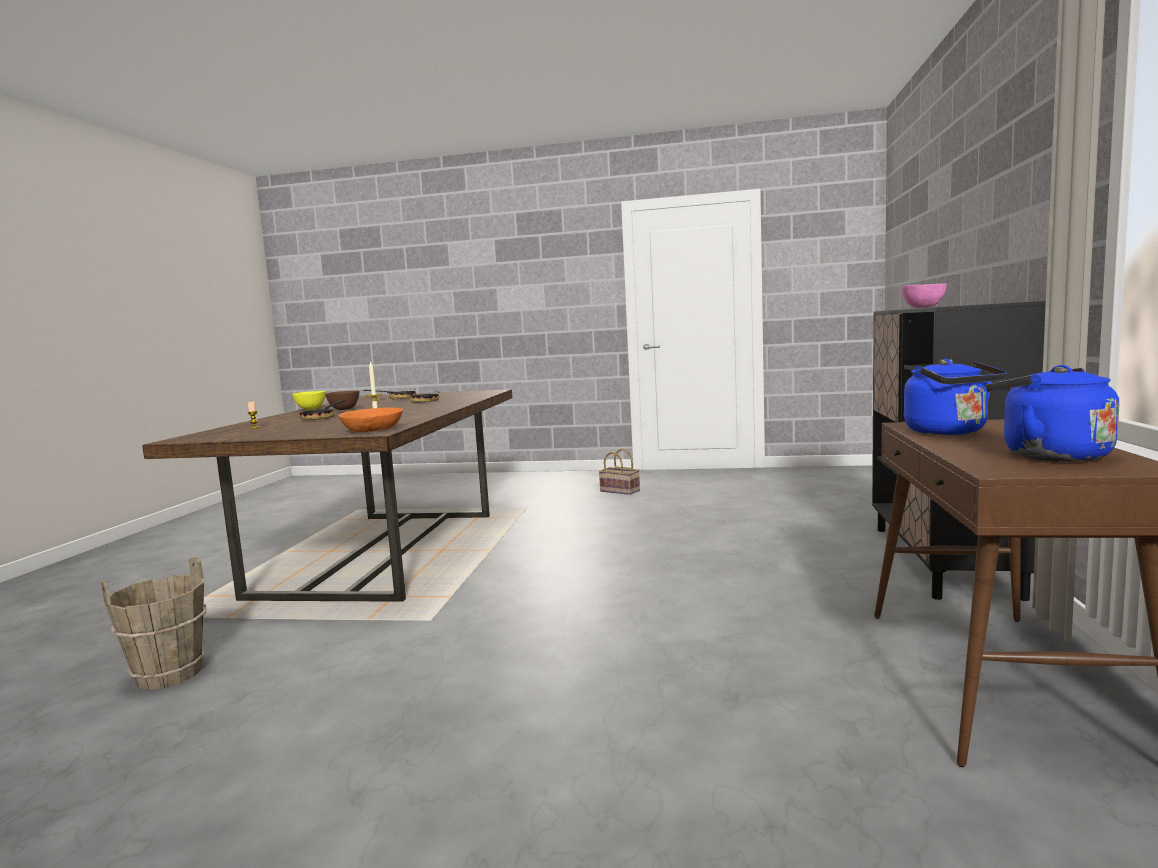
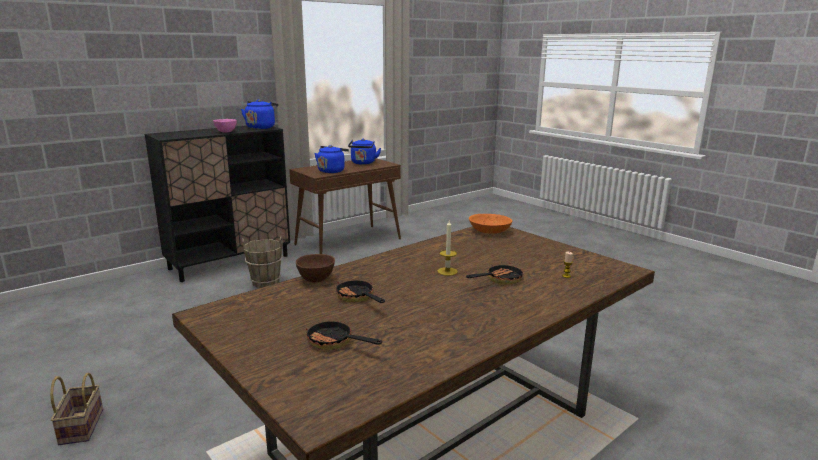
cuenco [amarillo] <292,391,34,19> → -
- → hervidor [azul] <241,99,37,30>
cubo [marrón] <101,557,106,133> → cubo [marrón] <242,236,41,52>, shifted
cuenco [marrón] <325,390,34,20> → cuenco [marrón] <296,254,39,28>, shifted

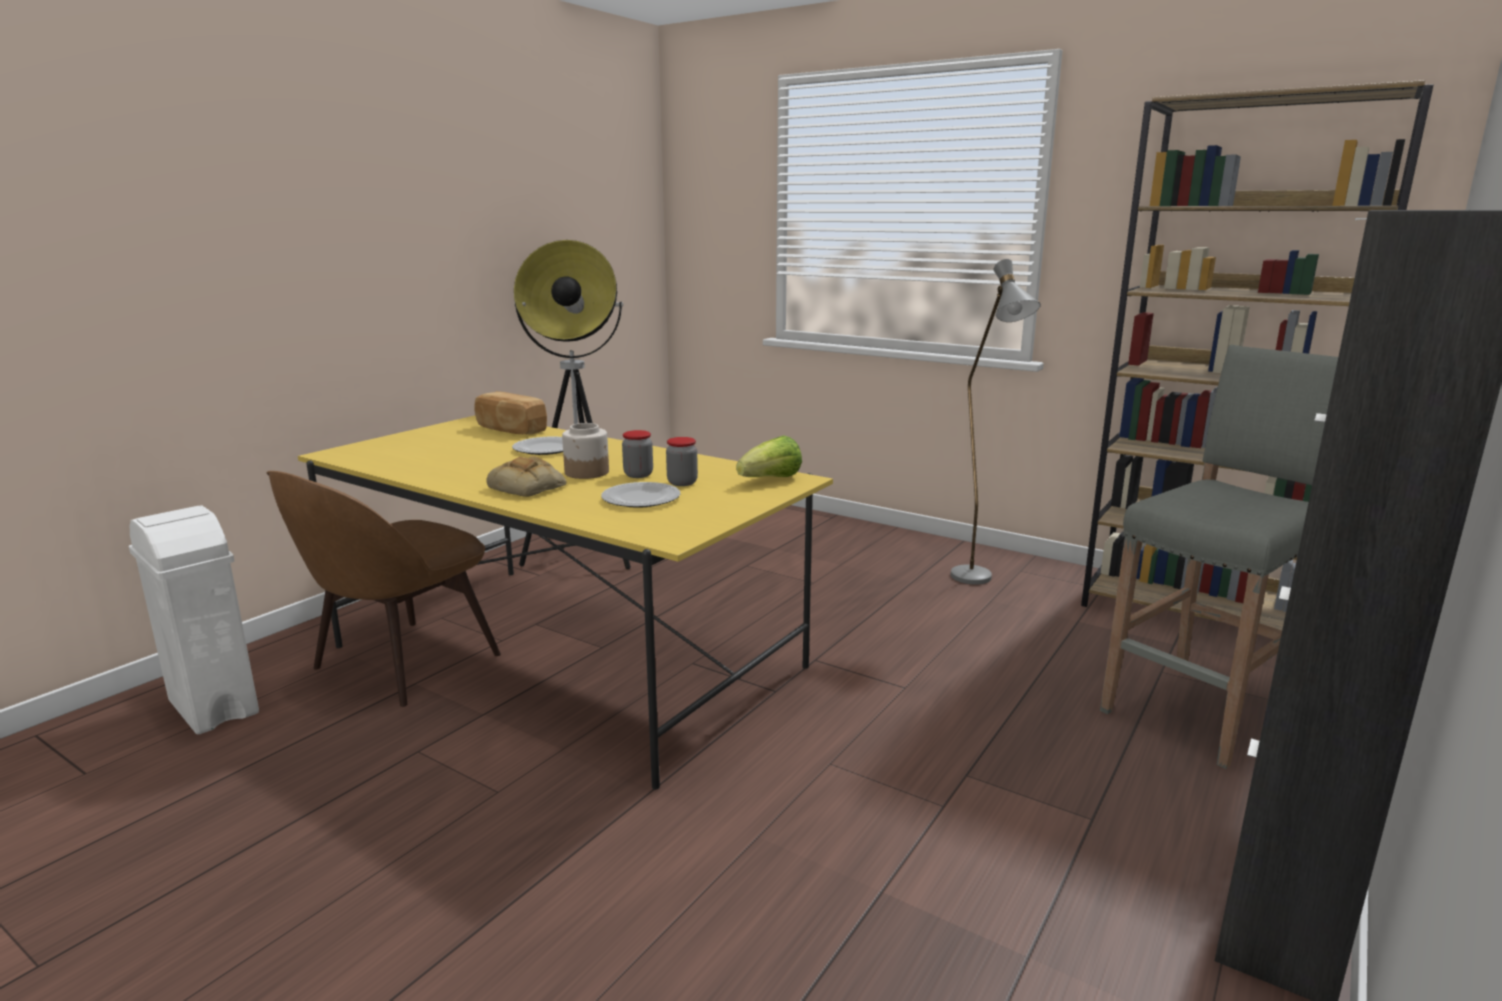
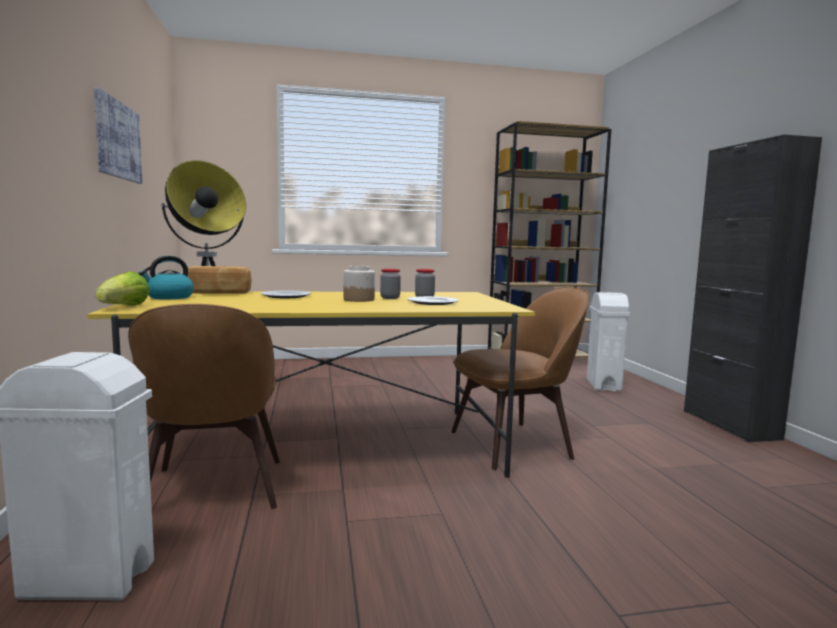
pan <486,456,81,41> → -
lámpara de pie [gris] <951,259,90,326> → -
- → cuadro <94,87,48,97>
- → hervidor <138,256,56,43>
- → silla [marrón] <452,287,138,183>
lechuga <736,435,66,42> → lechuga <95,271,55,35>, shifted
taburete [gris] <1100,345,238,424> → papelera [blanco] <587,292,43,100>

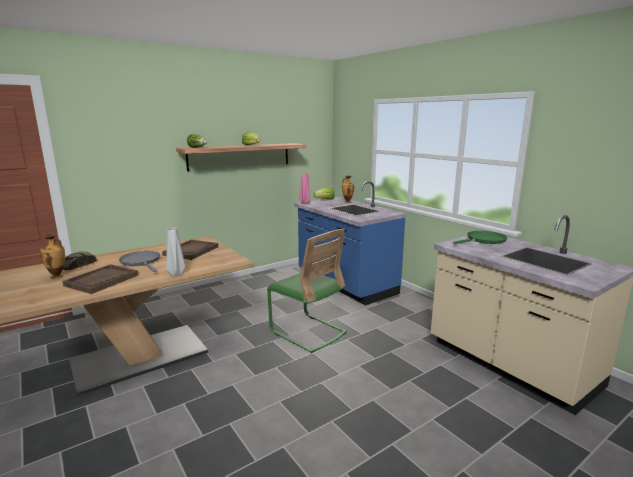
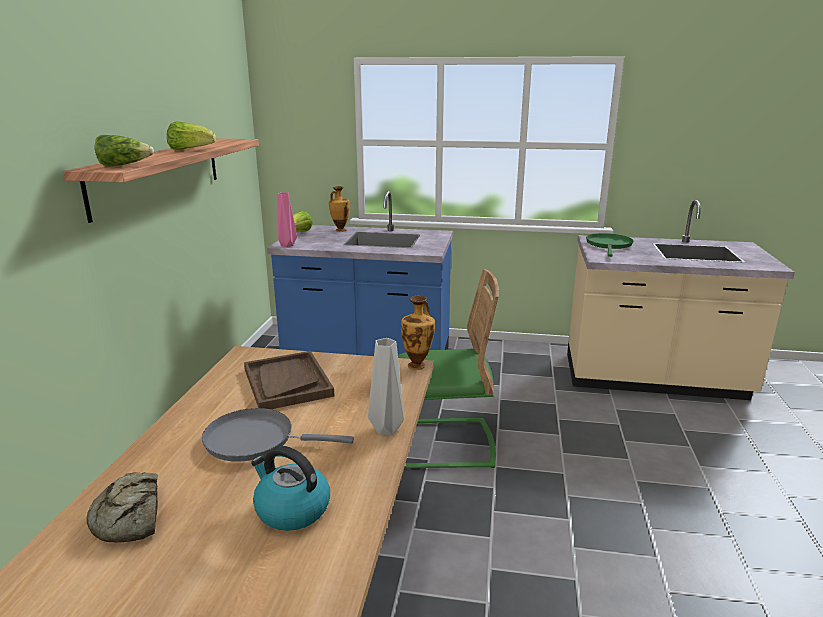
florero <40,234,25,45> → florero <401,296,34,74>, shifted
bandeja [marrón] <62,264,76,30> → hervidor <251,446,79,85>

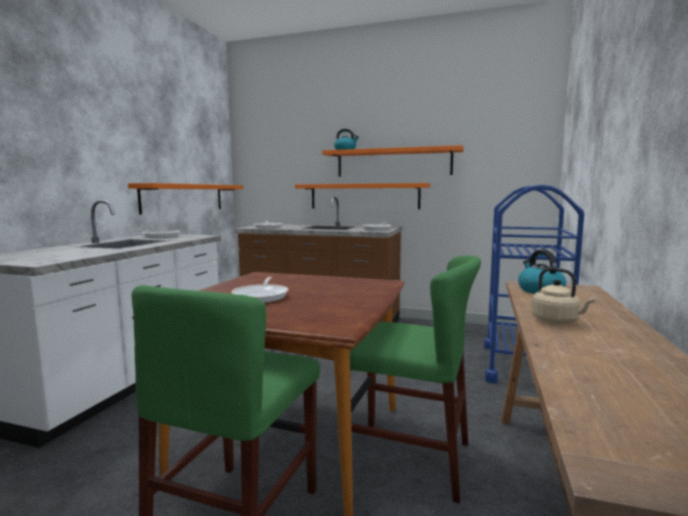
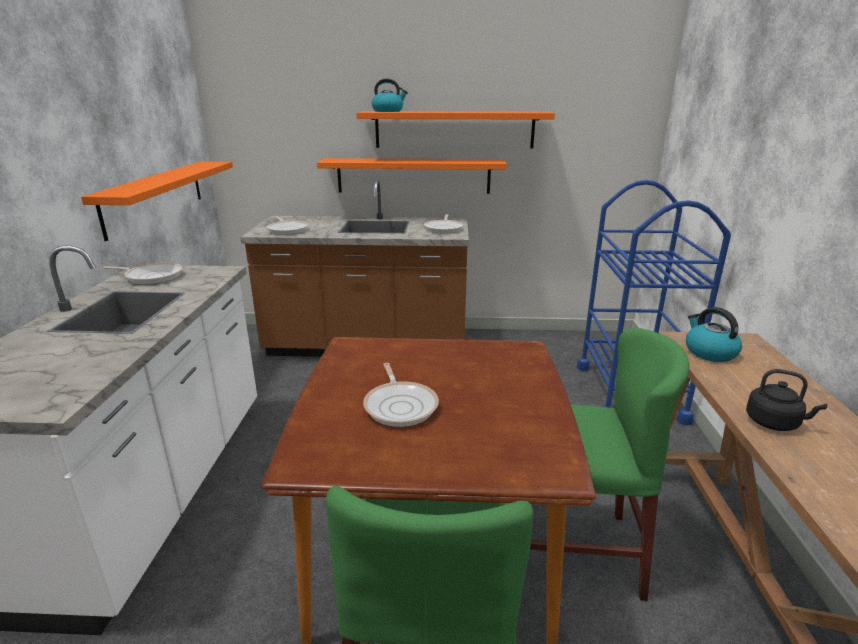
hervidor [beis] <531,268,64,56> → hervidor [negro] <746,369,81,62>

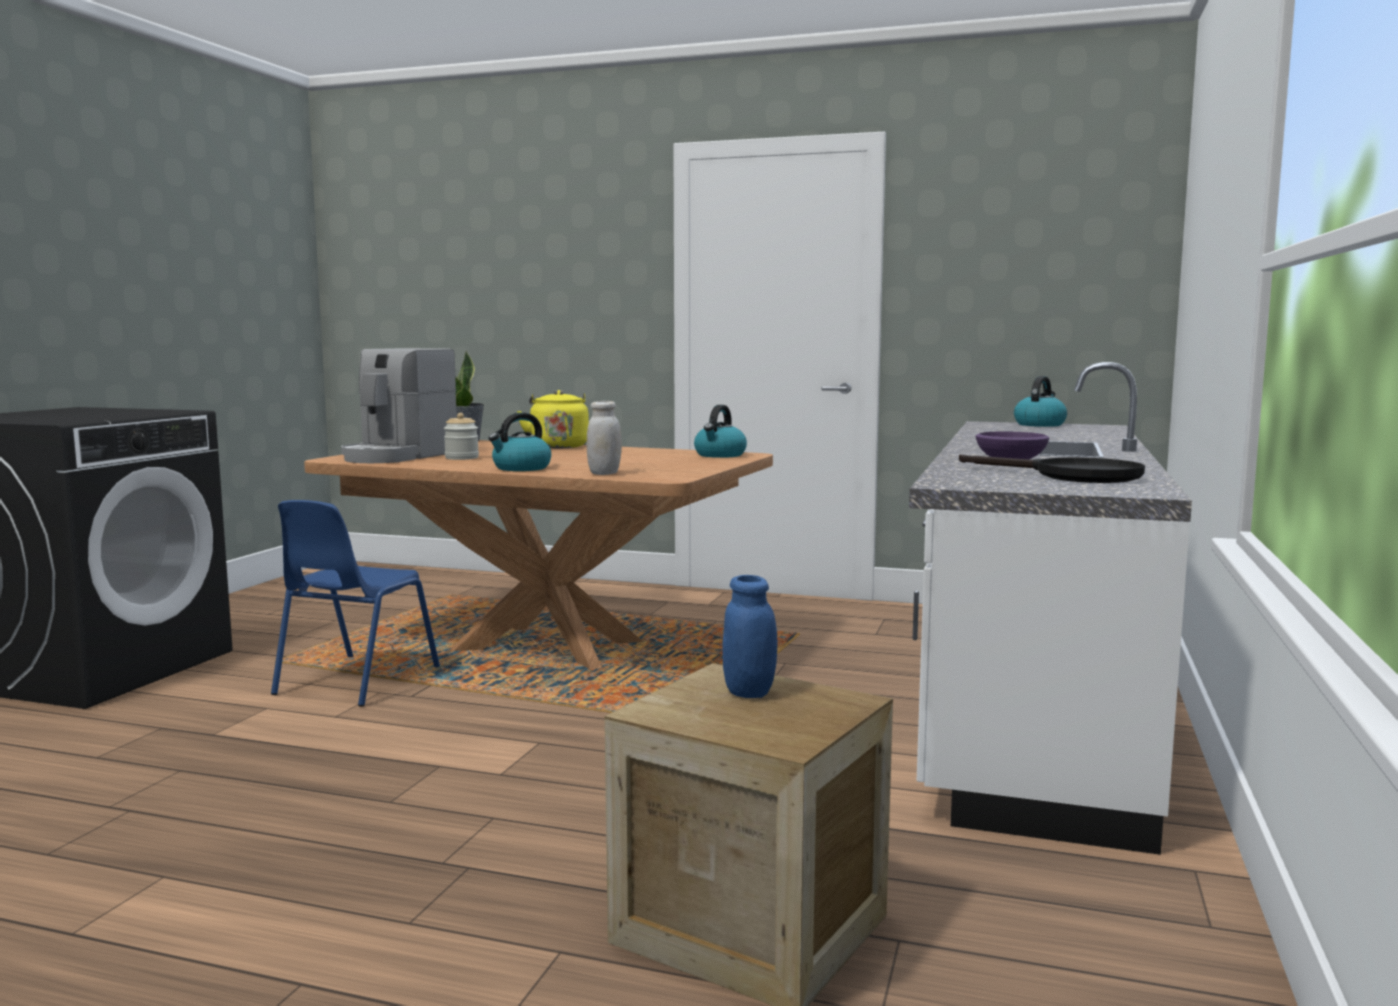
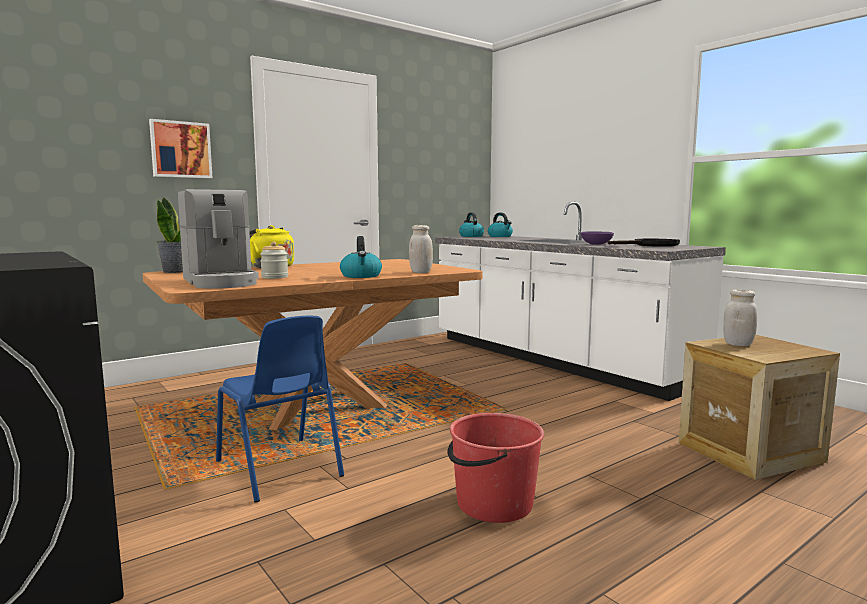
- → cuadro <149,119,63,59>
- → cubo [rojo] <447,413,97,110>
hervidor <694,405,53,53> → hervidor <488,212,25,25>, shifted
tarro [azul] <722,575,55,123> → tarro [blanco] <723,289,34,57>

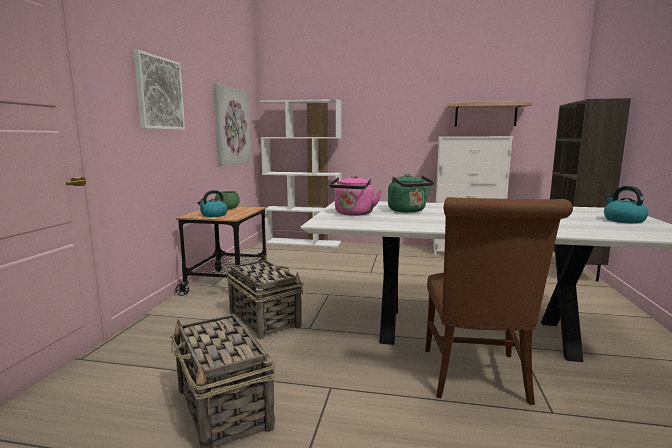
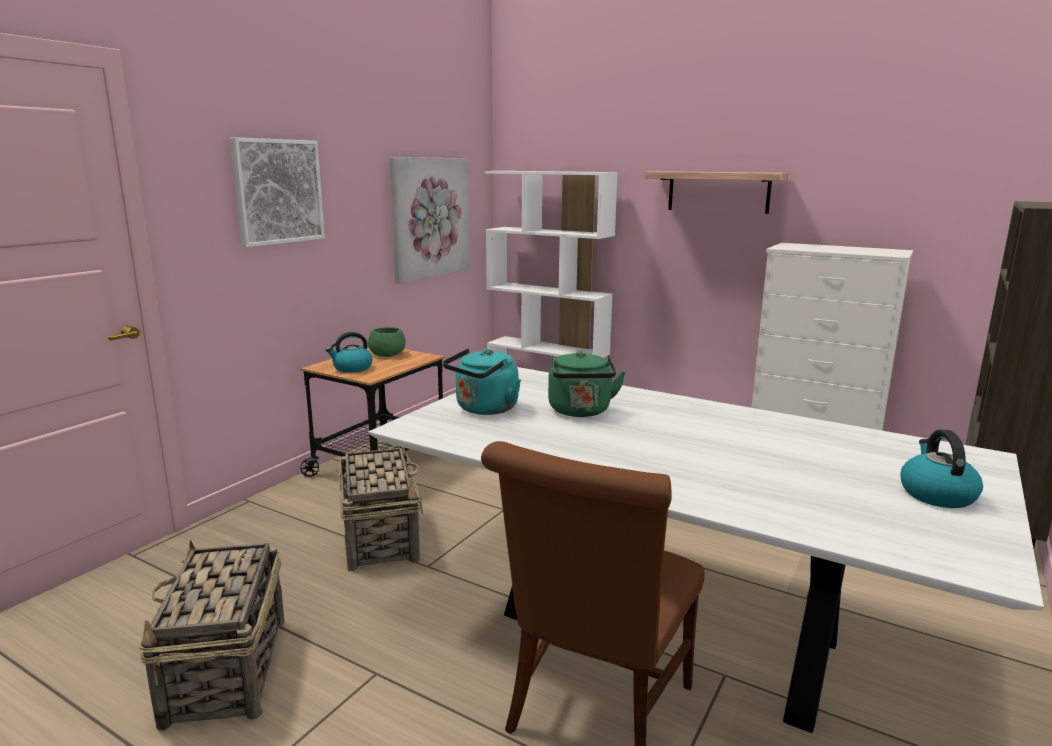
estante <447,101,85,25> → estante <645,171,143,43>, shifted
hervidor [rosa] <329,175,53,41> → hervidor [turquesa] <443,348,78,67>

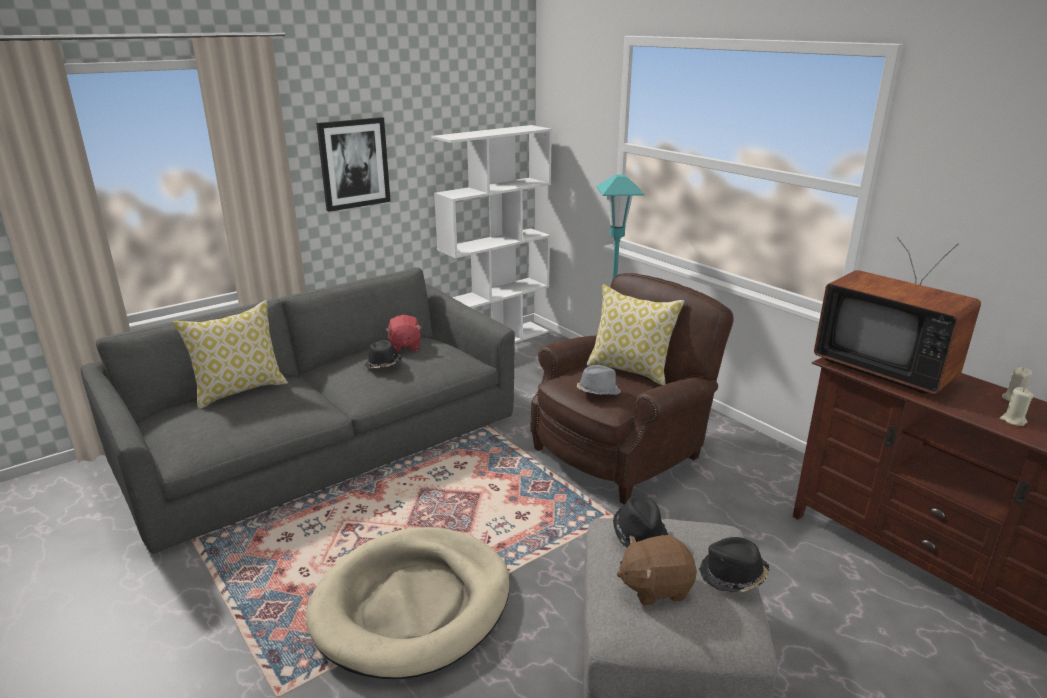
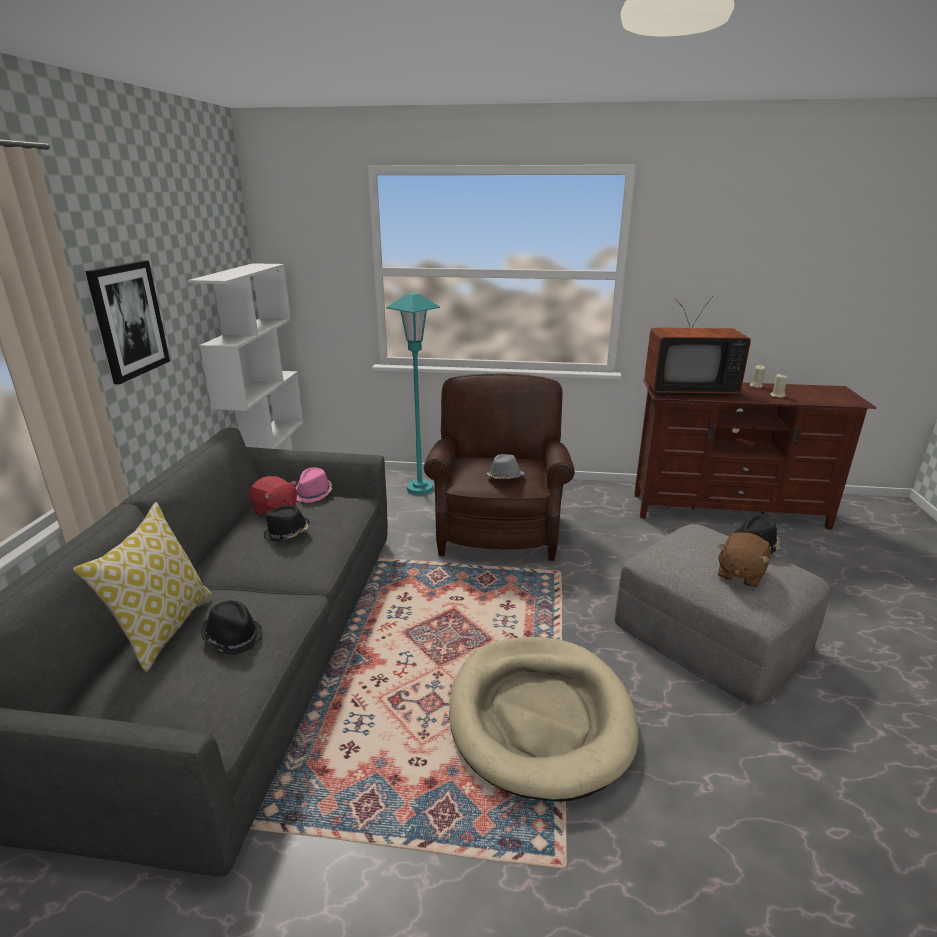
cojín <587,284,97,101> → -
- → sombrero [rosa] <295,467,37,36>
sombrero [negro] <613,496,55,52> → sombrero [negro] <201,600,62,55>, shifted

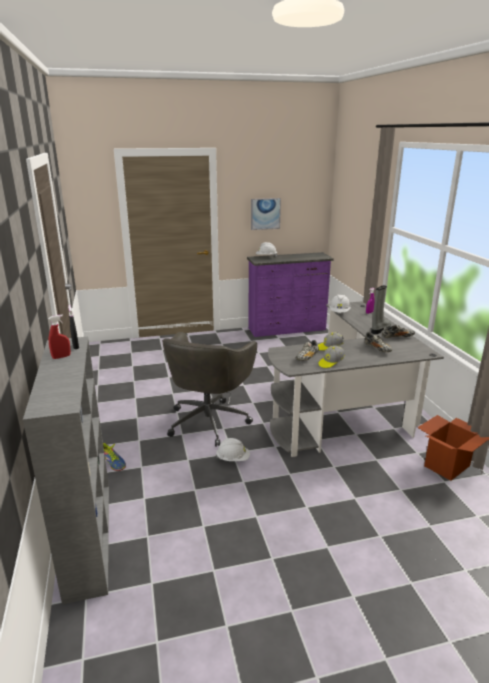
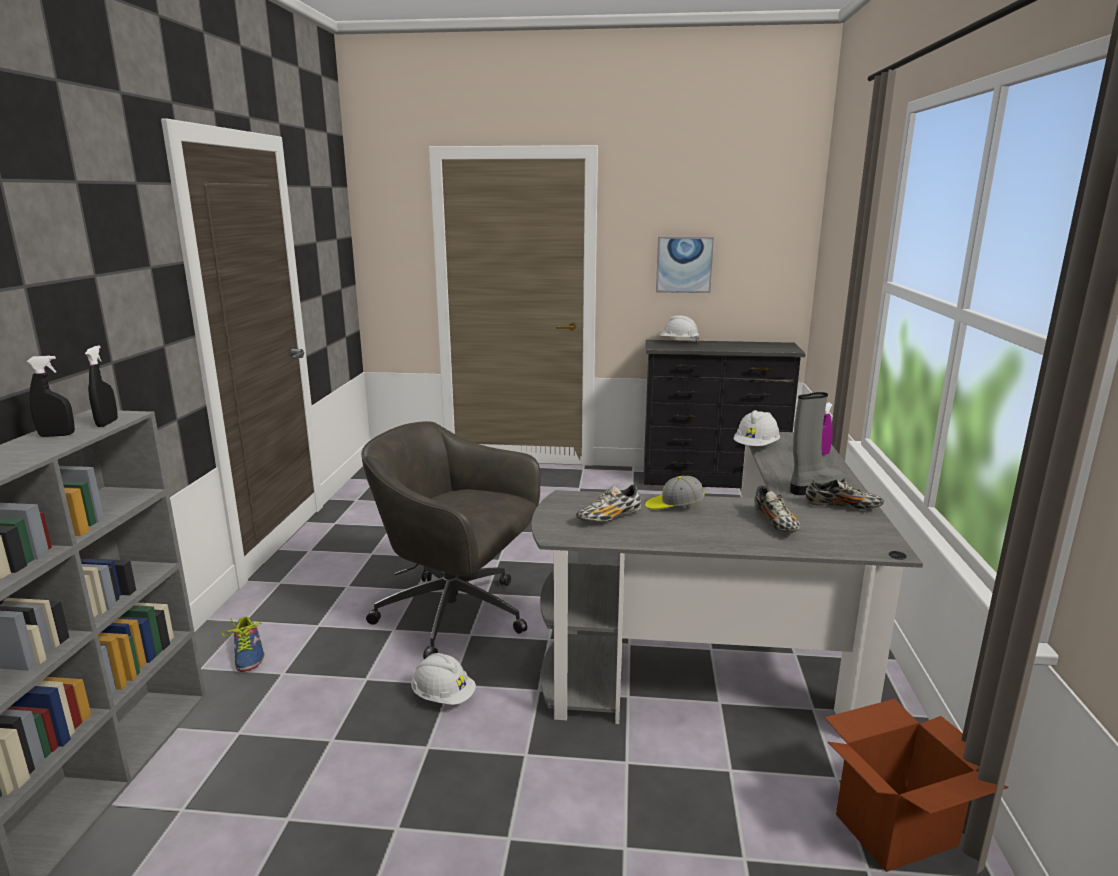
gorra <319,345,26,23> → -
pulverizador [rojo] <49,315,22,44> → pulverizador [negro] <27,355,48,82>
cómoda [morado] <247,252,87,85> → cómoda [negro] <644,340,162,148>
silla de oficina [gris] <162,332,95,115> → silla de oficina [gris] <361,421,180,238>, 75 degrees clockwise

